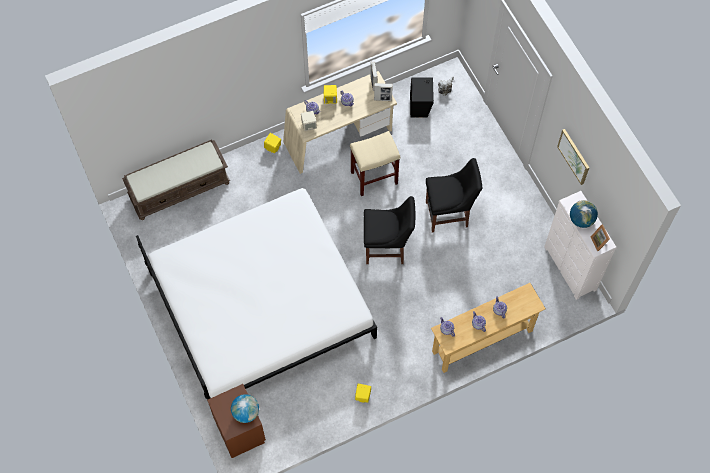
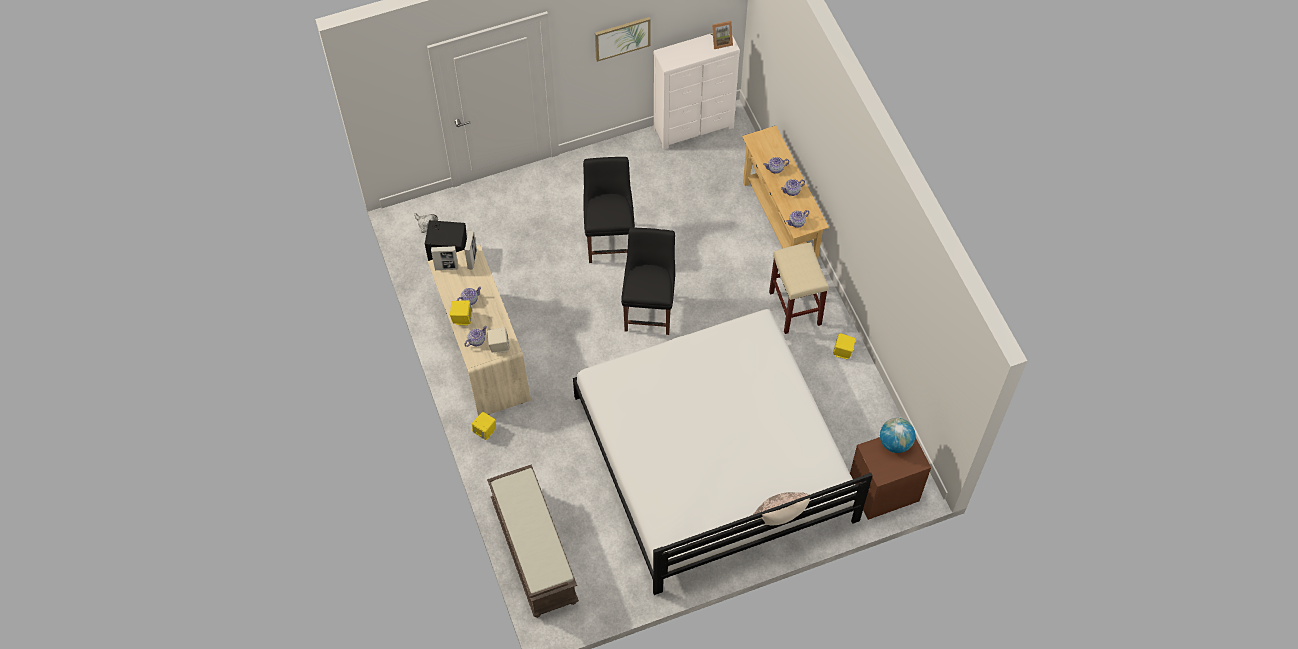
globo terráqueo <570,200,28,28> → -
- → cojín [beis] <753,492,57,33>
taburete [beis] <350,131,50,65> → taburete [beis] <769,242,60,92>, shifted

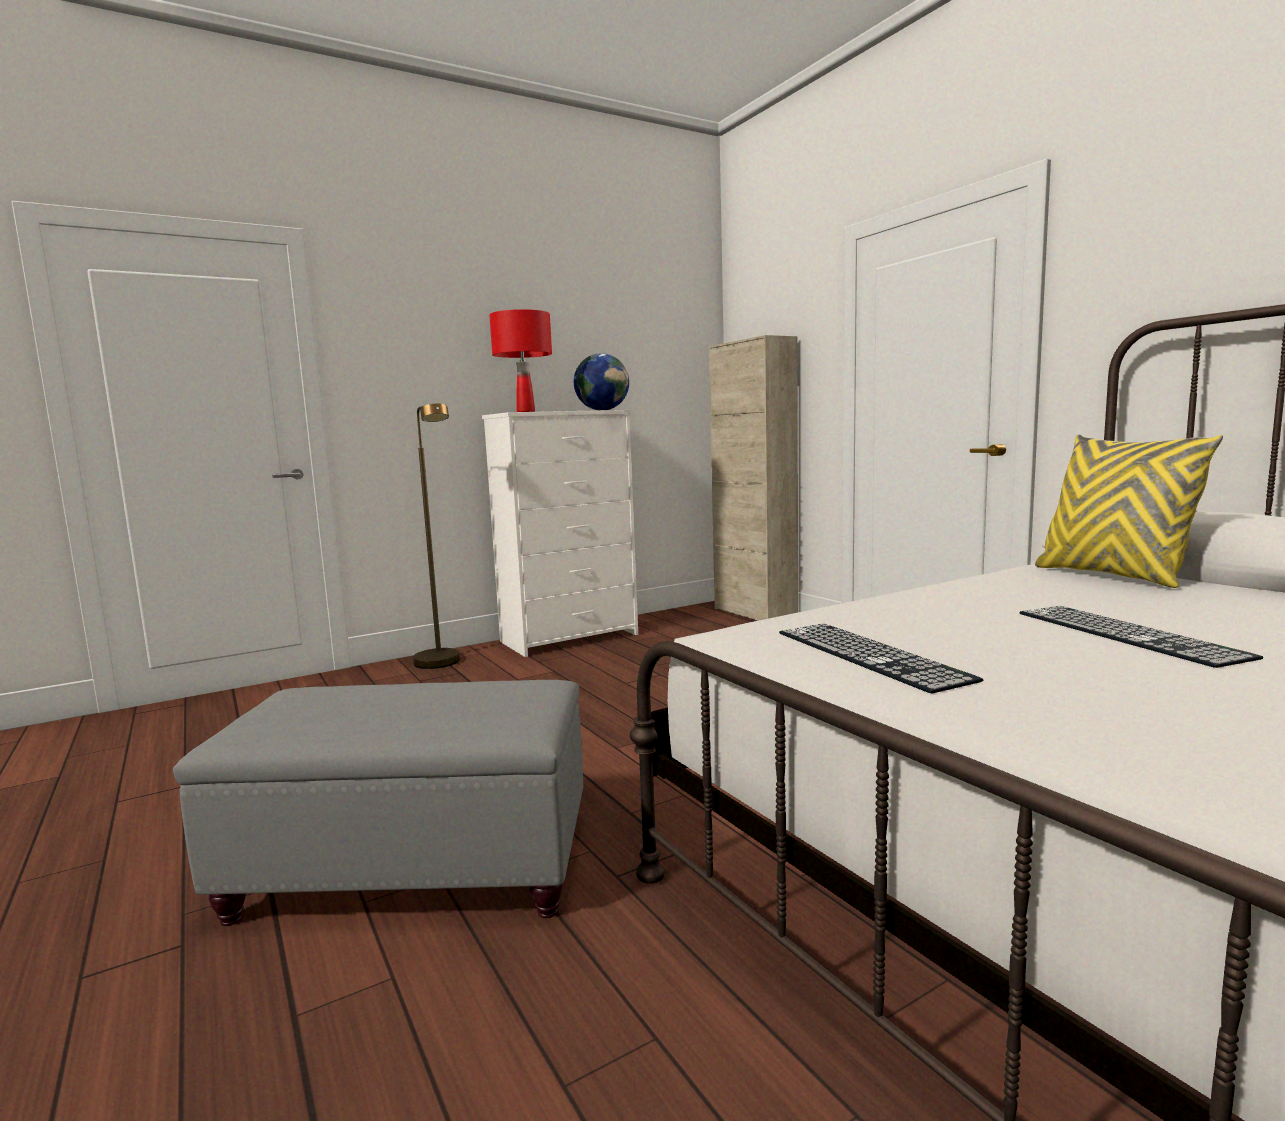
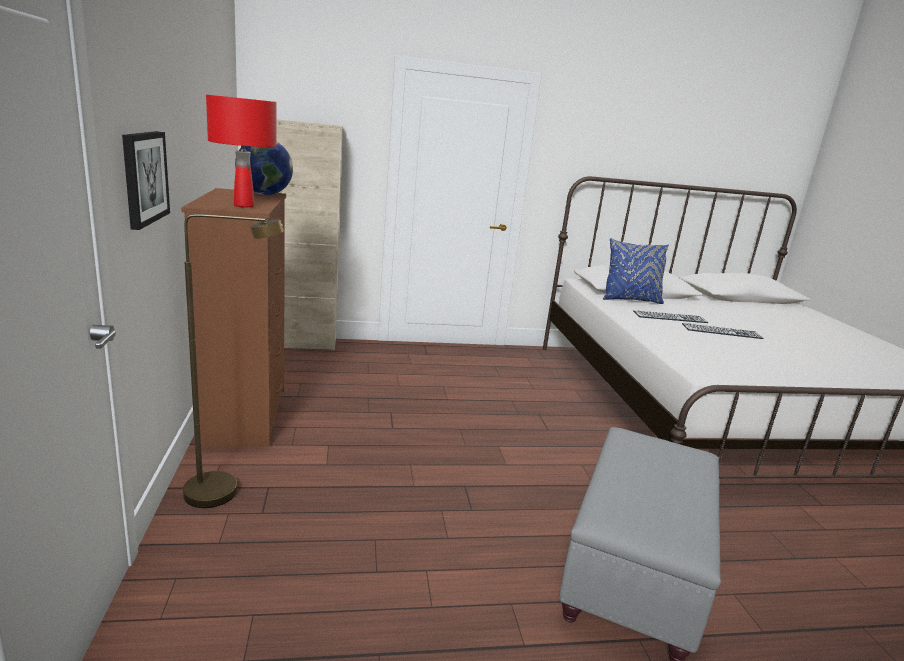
- → cuadro <122,131,48,99>
teclado <779,624,204,69> → teclado <633,310,76,13>, shifted
cómoda [blanco] <482,410,156,247> → cómoda [marrón] <181,188,105,259>
cojín [amarillo] <1035,435,188,153> → cojín [azul] <603,238,66,66>

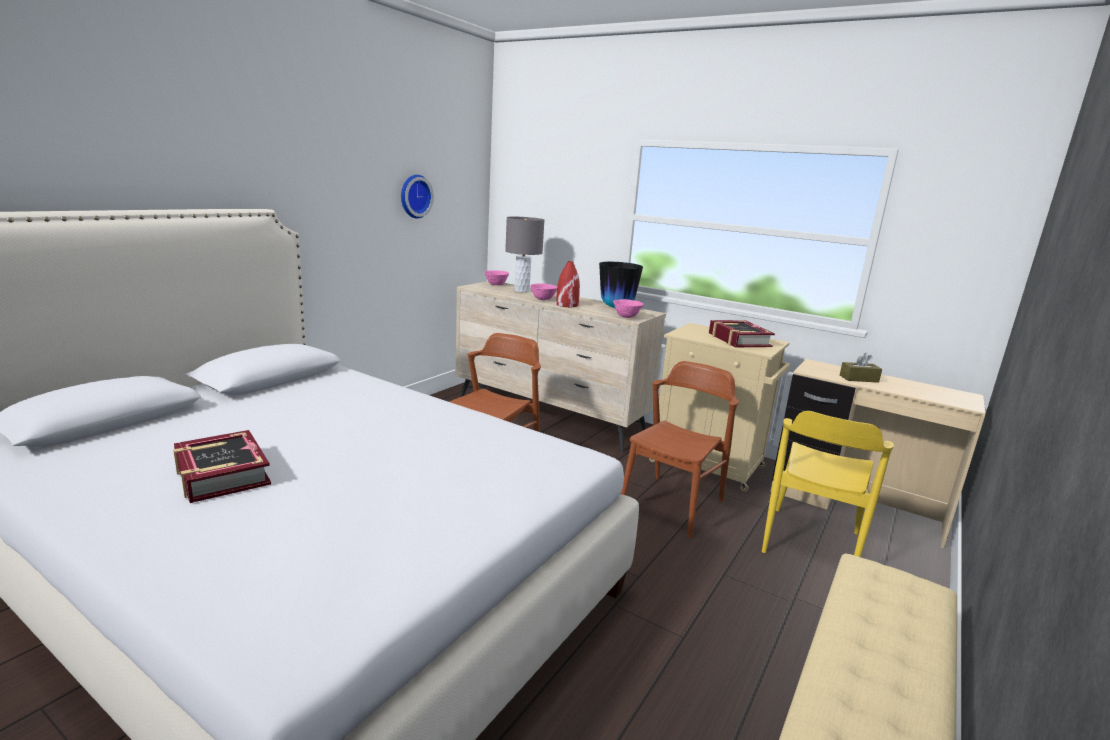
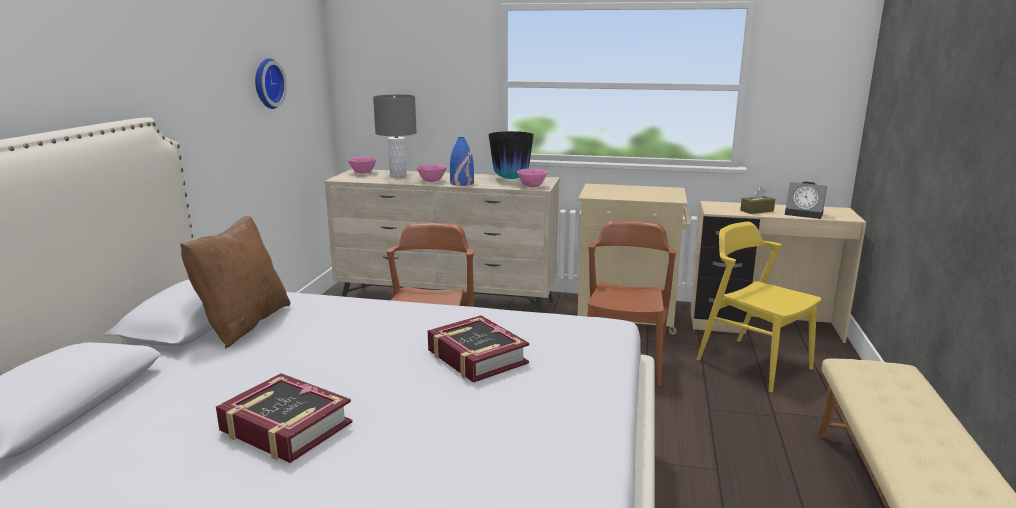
- → cojín [marrón] <180,216,110,133>
- → despertador <785,182,42,37>
libro <709,320,66,27> → libro <428,316,101,67>, shifted
florero [rojo] <556,261,24,46> → florero [azul] <450,137,24,49>
silla [amarillo] <762,411,132,146> → silla [amarillo] <697,222,124,170>, 135 degrees clockwise

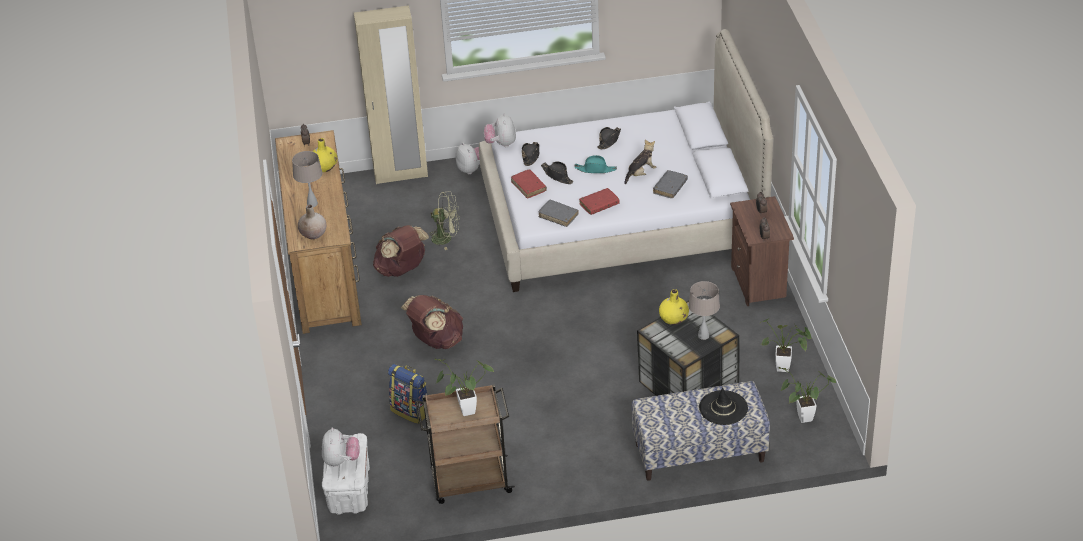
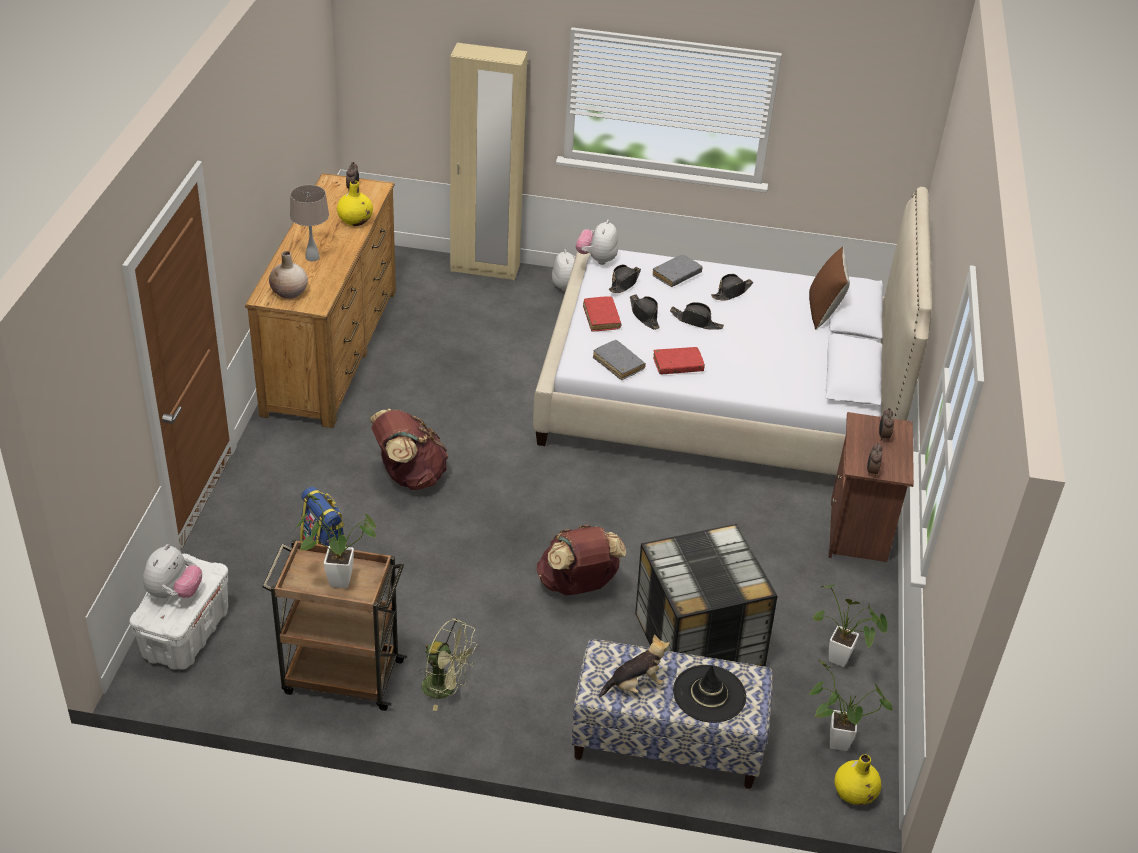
lámpara de mesa [beis] <688,281,32,59> → -
- → cojín [marrón] <809,246,41,84>
mochila [marrón] <373,225,56,52> → mochila [marrón] <537,525,90,70>, shifted
ventilador [verde] <427,191,33,59> → ventilador [verde] <419,618,59,93>, shifted
peluche <624,140,33,44> → peluche <599,634,71,64>, shifted
libro [gris] <653,170,35,28> → libro [gris] <652,254,51,33>, shifted
florero [amarillo] <659,289,30,36> → florero [amarillo] <834,754,47,51>, shifted
sombrero [turquesa] <574,155,43,18> → sombrero [negro] <670,302,54,28>

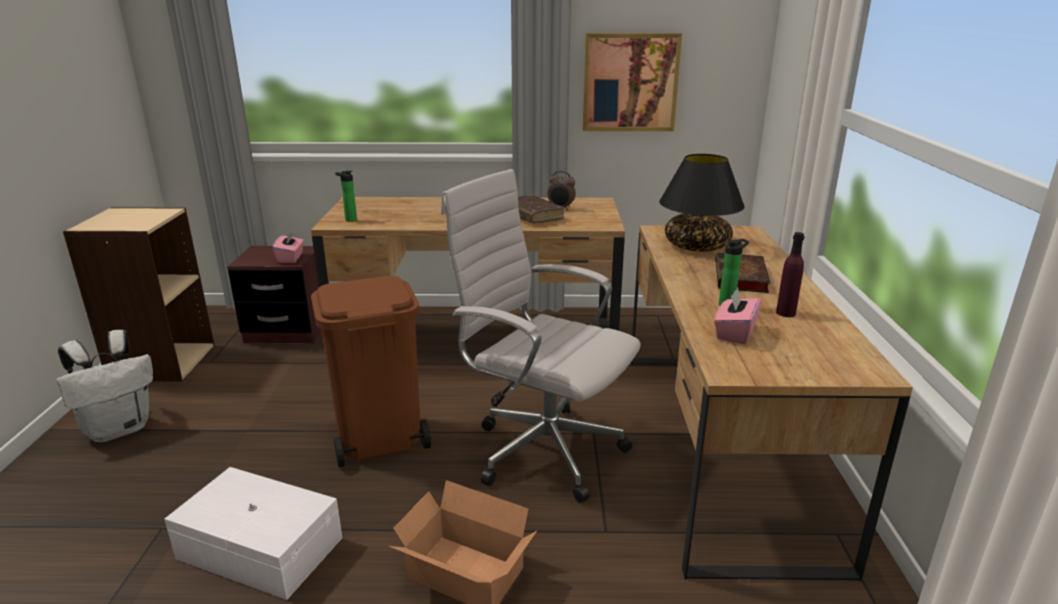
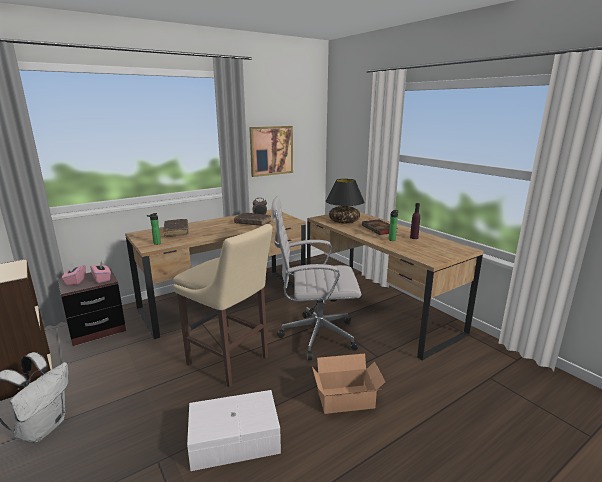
- → libro [marrón] <163,219,26,18>
caja de pañuelos [rosa] <714,288,48,56> → caja de pañuelos [rosa] <61,263,25,22>, shifted
papelera [marrón] <311,276,120,191> → taburete [beis] <174,224,99,164>

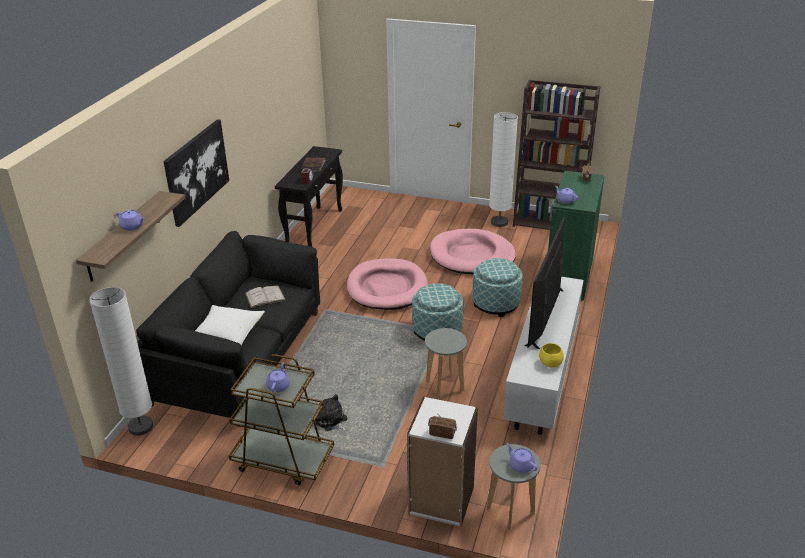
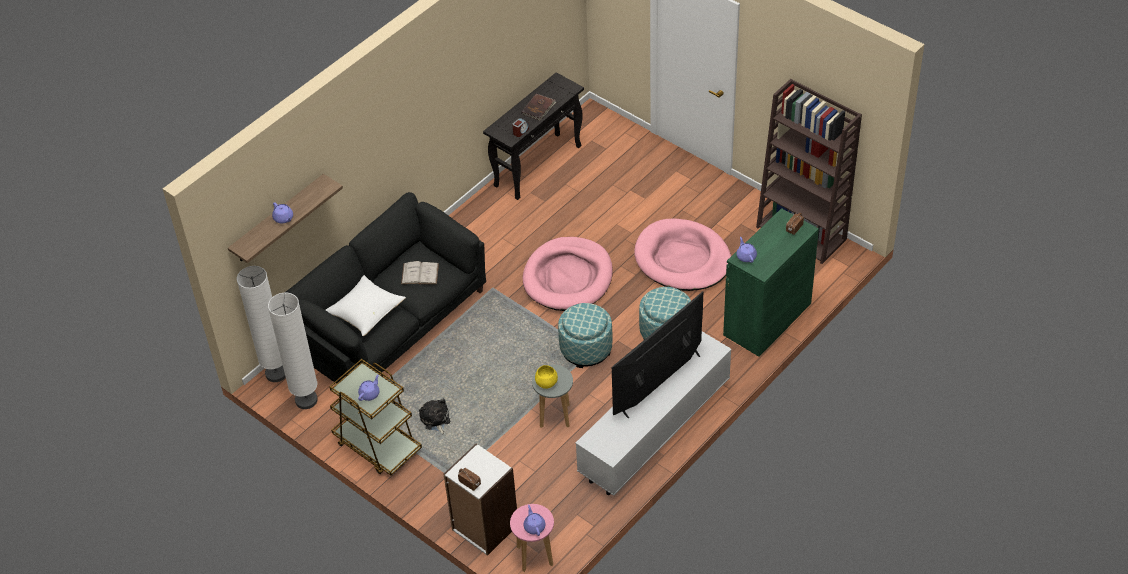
cuadro <163,119,66,108> → -
lámpara de pie [blanco] <489,112,29,115> → lámpara de pie [blanco] <268,293,50,116>, shifted
cuenco [amarillo] <539,343,25,25> → cuenco [amarillo] <535,365,23,24>, shifted
taburete [gris] <487,444,54,86> → taburete [rosa] <510,504,44,68>

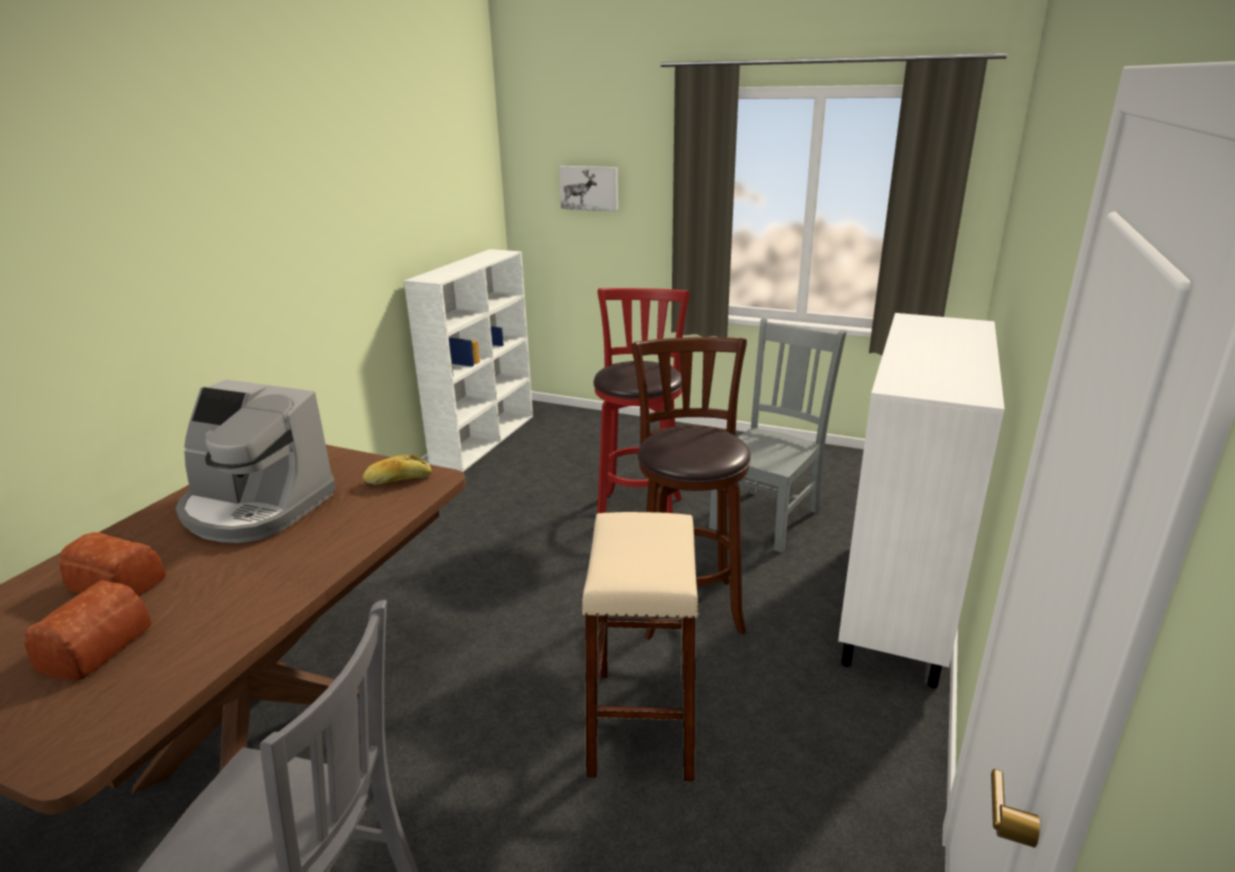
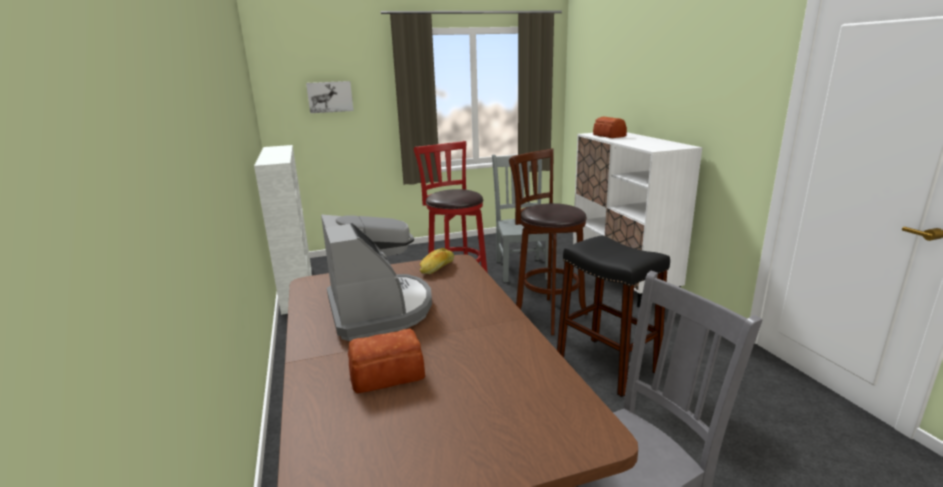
pan <25,580,126,100> → pan <593,117,34,21>, shifted
taburete [beis] <581,512,118,270> → taburete [negro] <557,235,113,162>
cafetera <176,379,160,164> → cafetera <321,215,111,126>, 90 degrees counterclockwise

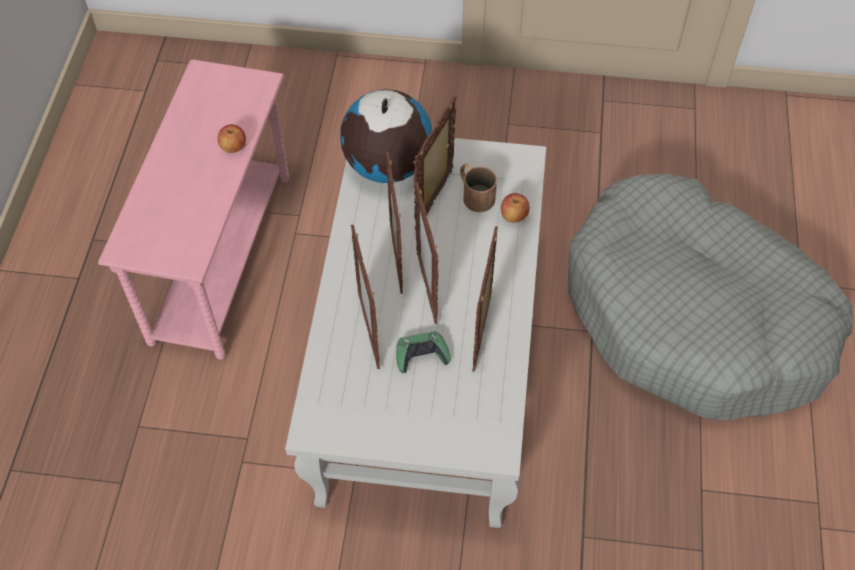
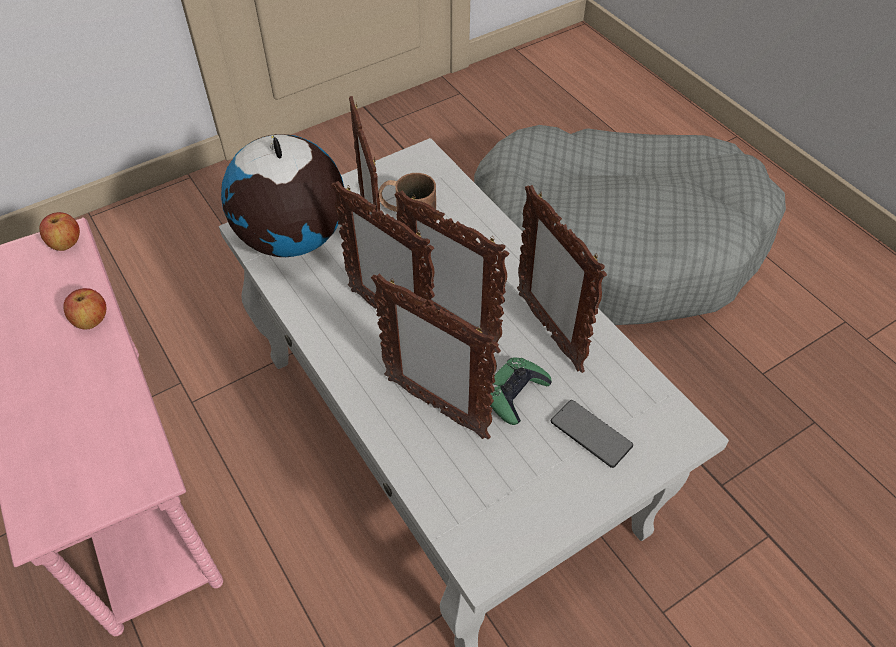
- → móvil <551,400,82,68>
manzana <501,193,29,30> → manzana <39,212,41,39>, shifted

